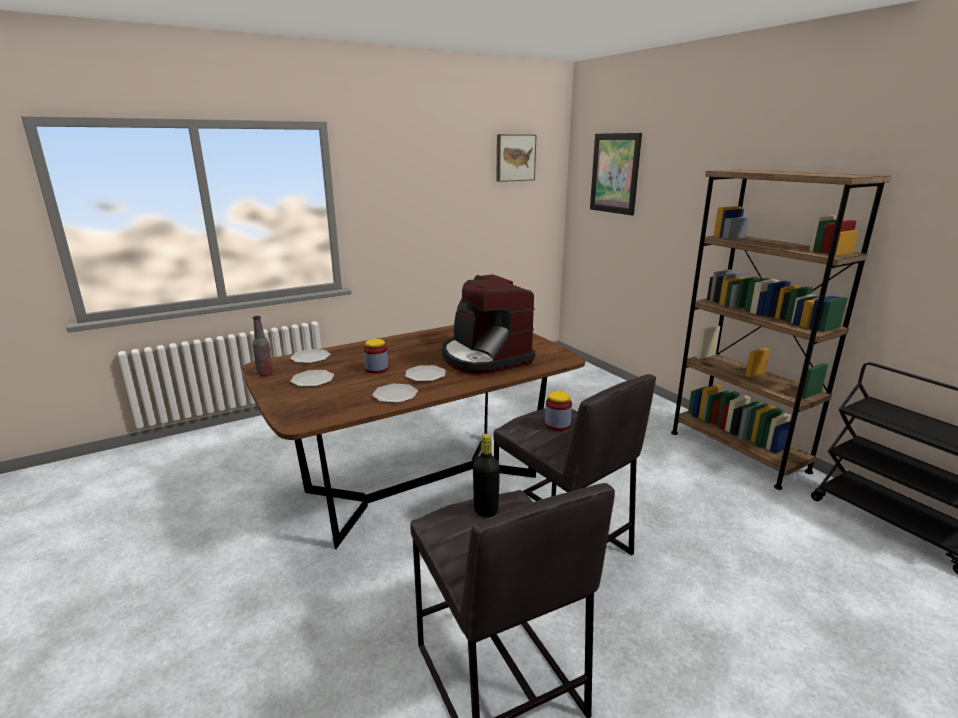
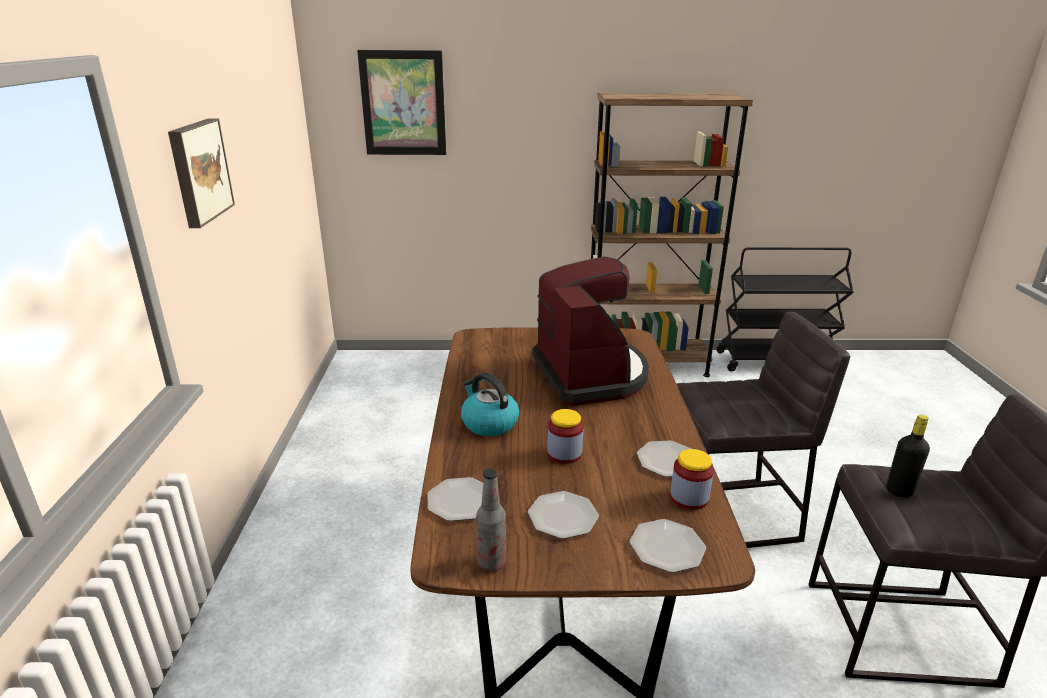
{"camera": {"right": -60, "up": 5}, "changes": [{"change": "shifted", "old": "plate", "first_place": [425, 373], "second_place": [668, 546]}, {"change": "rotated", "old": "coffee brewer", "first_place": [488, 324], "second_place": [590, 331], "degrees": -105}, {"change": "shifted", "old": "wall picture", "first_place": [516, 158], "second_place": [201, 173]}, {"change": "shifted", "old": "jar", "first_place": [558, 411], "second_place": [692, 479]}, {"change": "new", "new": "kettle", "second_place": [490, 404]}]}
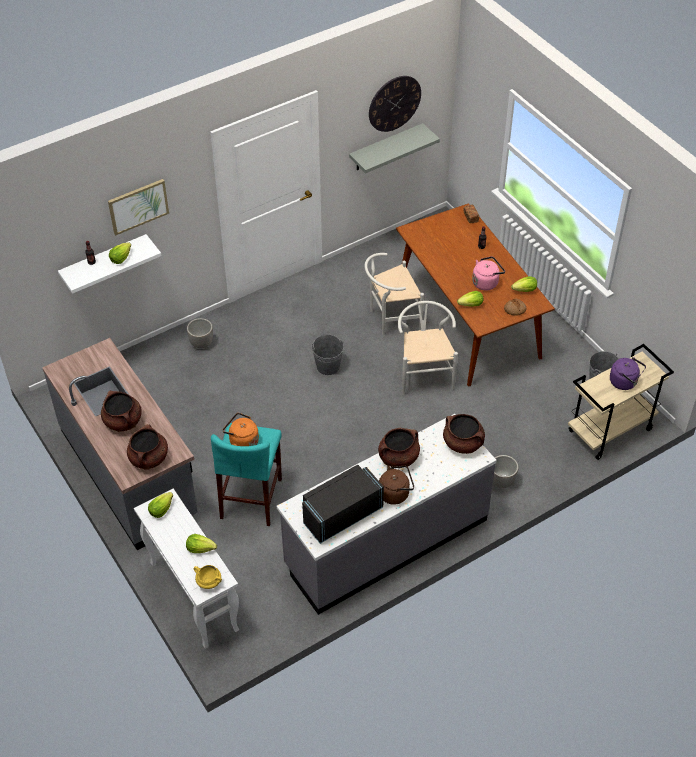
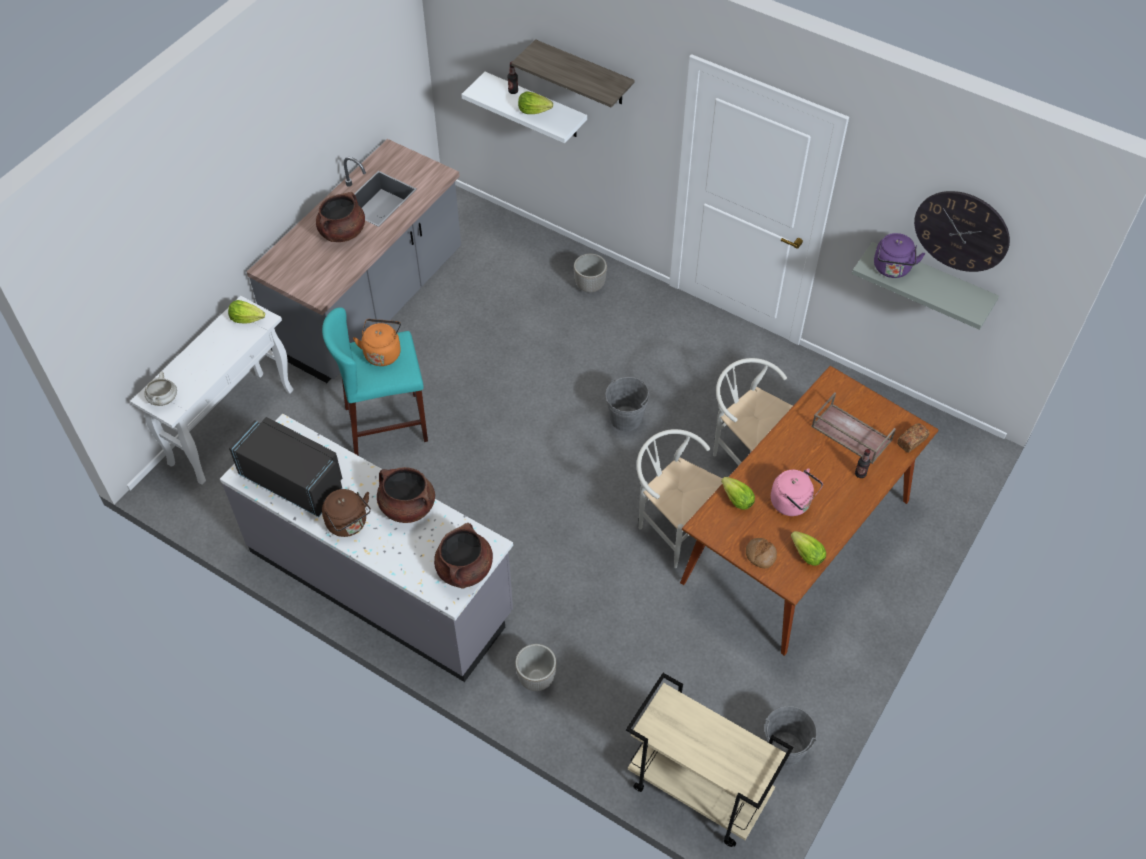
{"camera": {"right": 65, "up": 5}, "changes": [{"change": "swapped", "old": "wall picture", "new": "bracket shelf", "first_place": [138, 207], "second_place": [573, 73]}, {"change": "gone", "old": "stockpot/brownish", "first_place": [147, 446]}, {"change": "gone", "old": "head of lettuce", "first_place": [201, 543]}, {"change": "repainted", "old": "stockpot/yellow-coloured", "new": "stockpot/whitish", "first_place": [207, 577], "second_place": [161, 389]}, {"change": "rotated", "old": "plain chair/whitish", "first_place": [428, 348], "second_place": [679, 498], "degrees": -105}, {"change": "shifted", "old": "kettle/purple", "first_place": [628, 373], "second_place": [899, 255]}, {"change": "new", "new": "tray/brownish", "second_place": [853, 428]}]}
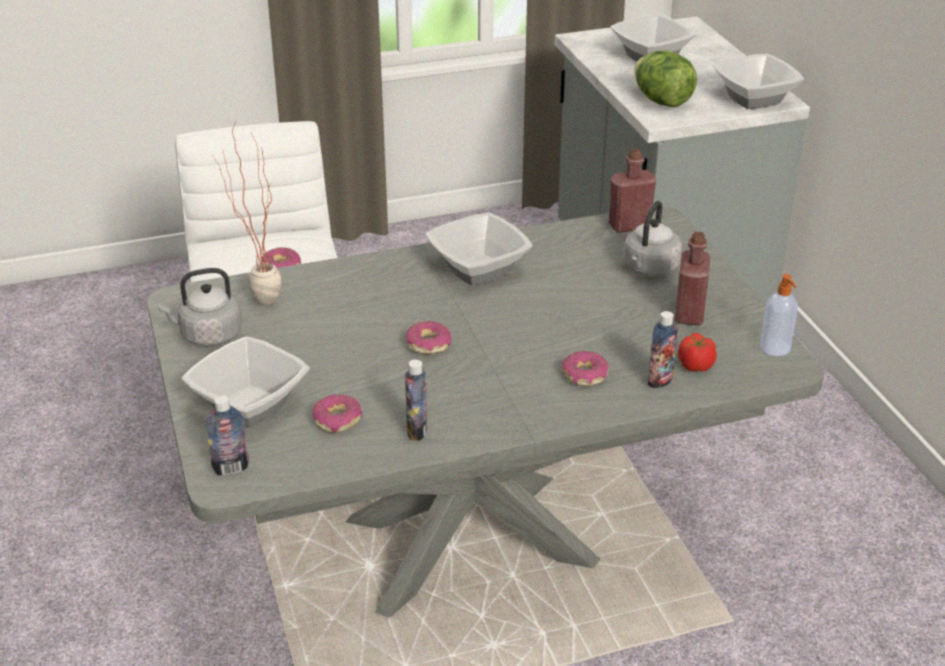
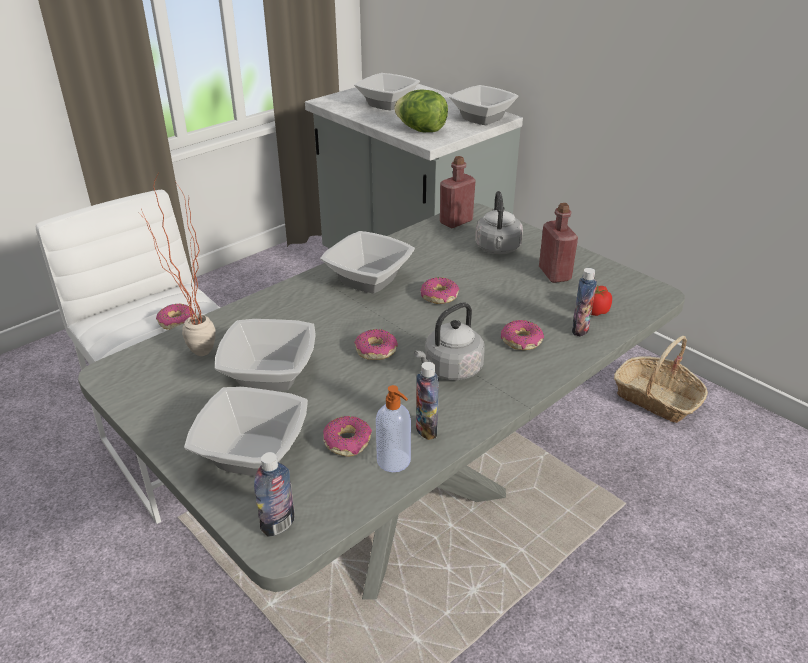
{"camera": {"right": -25, "up": 0}, "changes": [{"change": "shifted", "old": "kettle/grey", "first_place": [200, 307], "second_place": [449, 341]}, {"change": "shifted", "old": "soap bottle", "first_place": [779, 315], "second_place": [393, 428]}, {"change": "new", "new": "serving bowl", "second_place": [265, 355]}, {"change": "new", "new": "doughnut", "second_place": [440, 290]}, {"change": "new", "new": "basket", "second_place": [661, 379]}]}
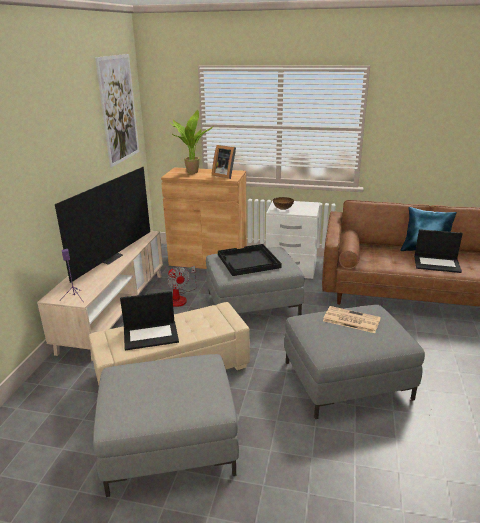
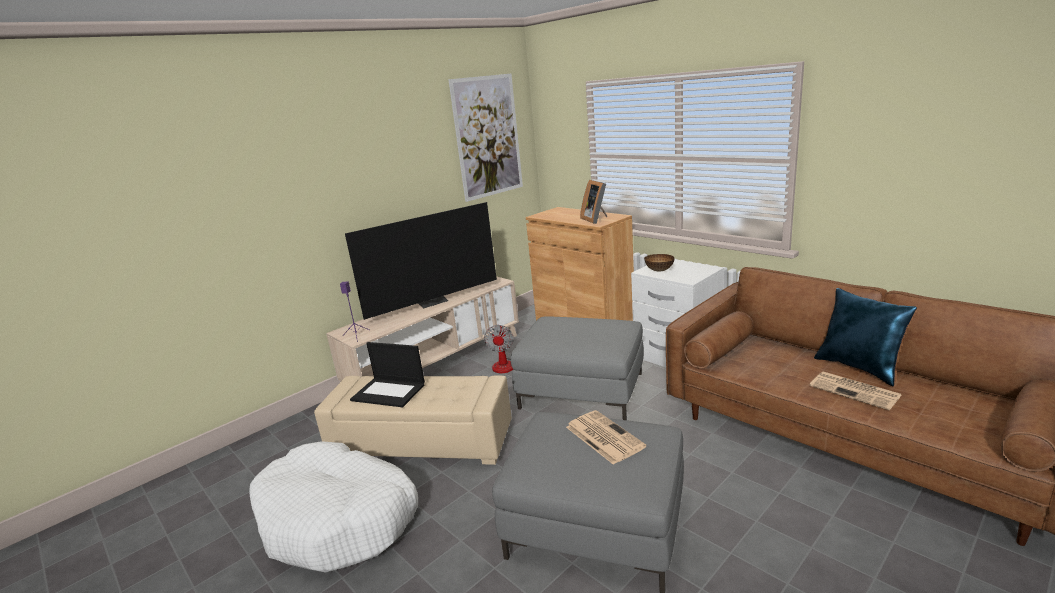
{"camera": {"right": 35, "up": -5}, "changes": [{"change": "swapped", "old": "ottoman/grey", "new": "dog bed/whitish", "first_place": [166, 425], "second_place": [333, 506]}, {"change": "gone", "old": "potted plant", "first_place": [192, 142]}, {"change": "gone", "old": "tray/blackish", "first_place": [250, 260]}, {"change": "swapped", "old": "notebook computer", "new": "newspaper", "first_place": [438, 251], "second_place": [855, 391]}]}
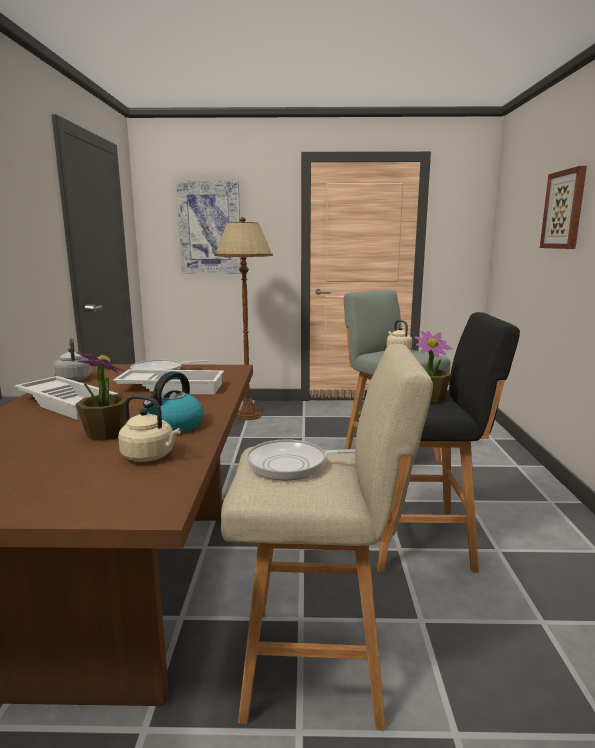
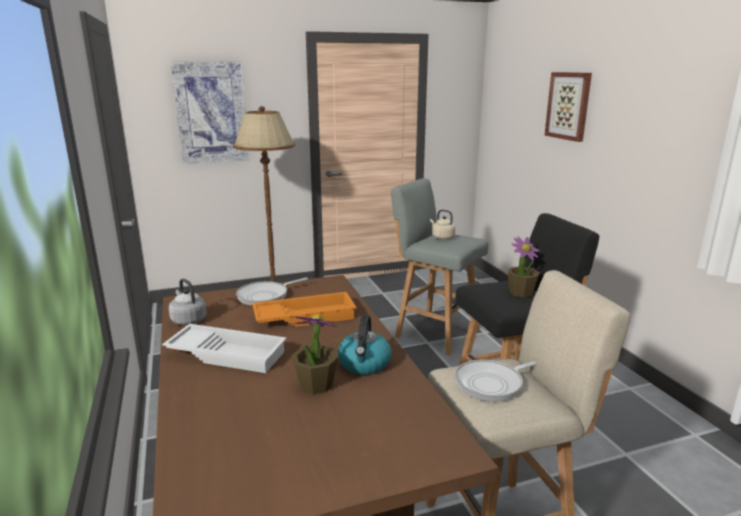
{"camera": {"right": -20, "up": 5}, "changes": [{"change": "repainted", "old": "tray/whitish", "new": "tray/orange", "first_place": [168, 381], "second_place": [304, 309]}, {"change": "gone", "old": "kettle/sand-coloured", "first_place": [149, 428]}]}
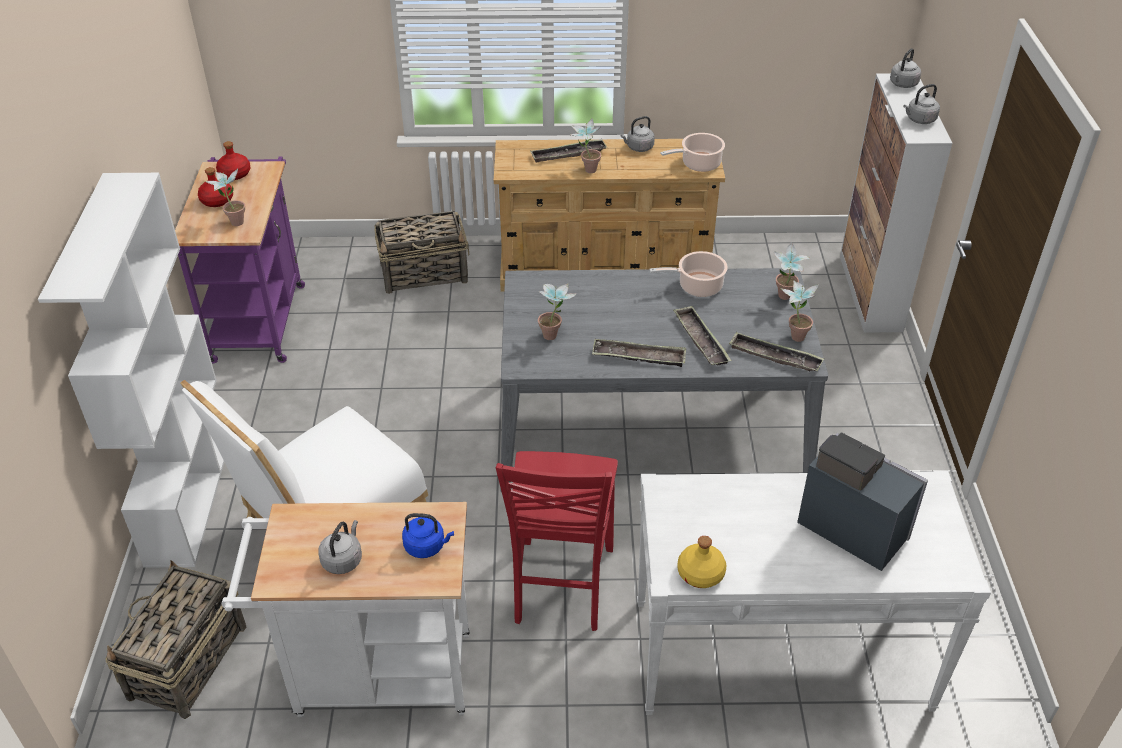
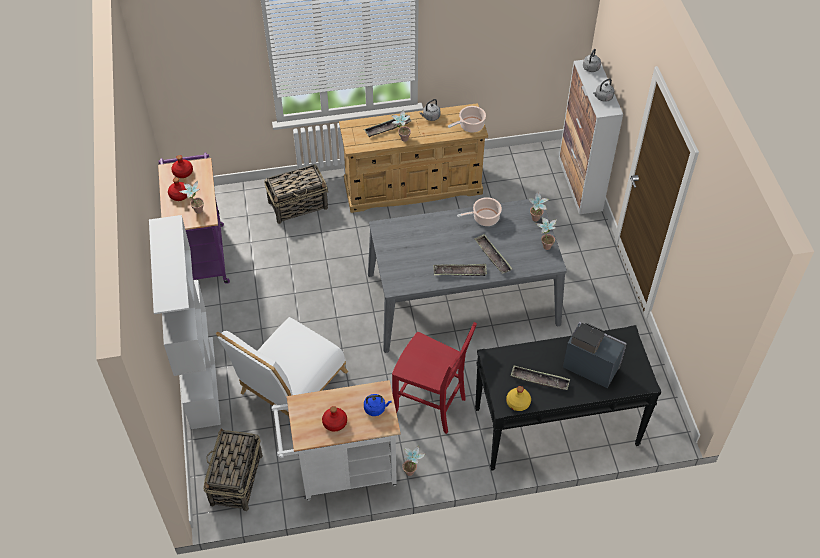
{"camera": {"right": -10, "up": 10}, "changes": [{"change": "swapped", "old": "kettle/grey", "new": "bottle/red", "first_place": [340, 547], "second_place": [334, 418]}, {"change": "rotated", "old": "plain chair/red", "first_place": [557, 541], "second_place": [434, 378], "degrees": -60}, {"change": "shifted", "old": "potted plant", "first_place": [557, 312], "second_place": [414, 460]}, {"change": "repainted", "old": "console table/whitish", "new": "console table/blackish", "first_place": [814, 593], "second_place": [568, 398]}, {"change": "shifted", "old": "tray", "first_place": [776, 351], "second_place": [540, 377]}]}
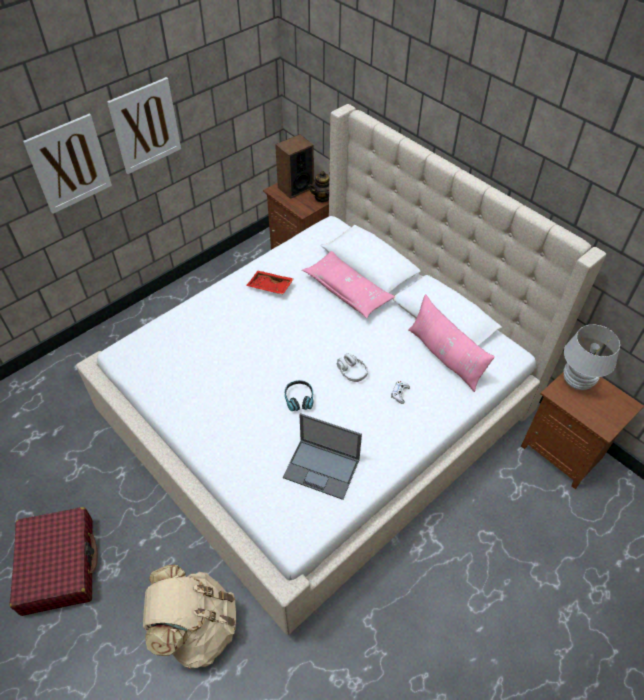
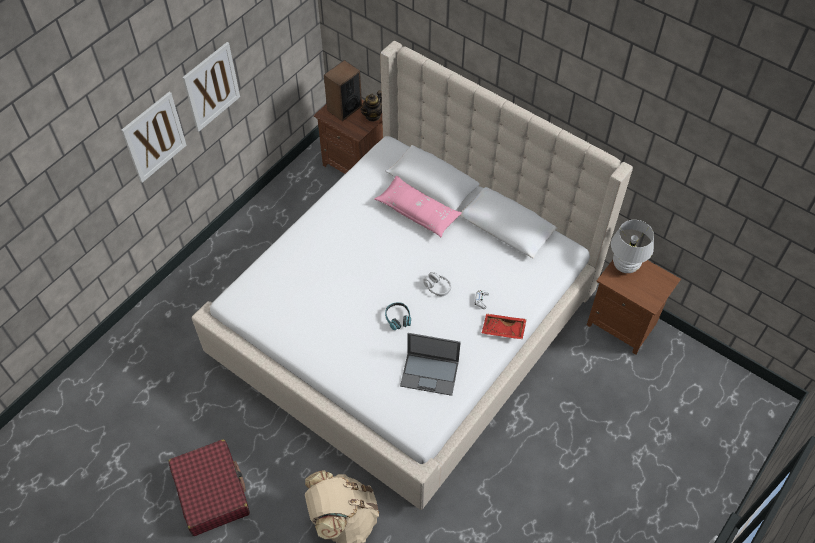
{"camera": {"right": -10, "up": 5}, "changes": [{"change": "shifted", "old": "tray/red", "first_place": [270, 282], "second_place": [504, 326]}, {"change": "gone", "old": "pillow/pink", "first_place": [451, 343]}]}
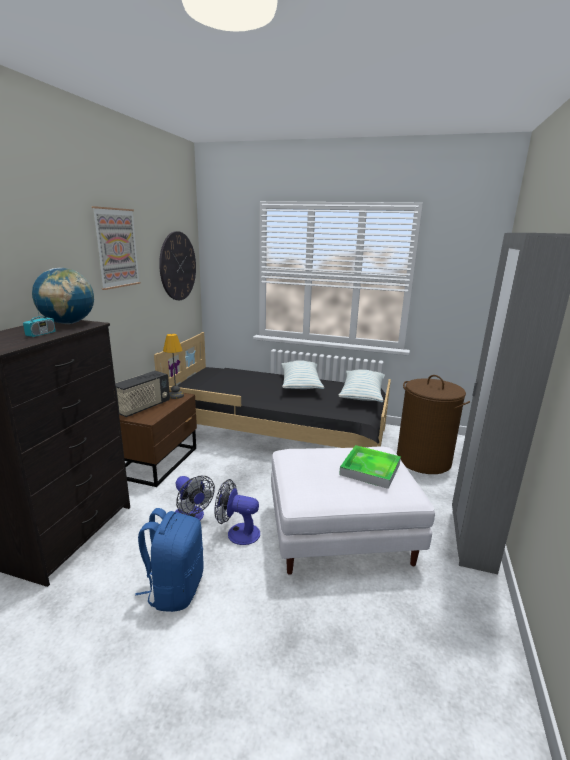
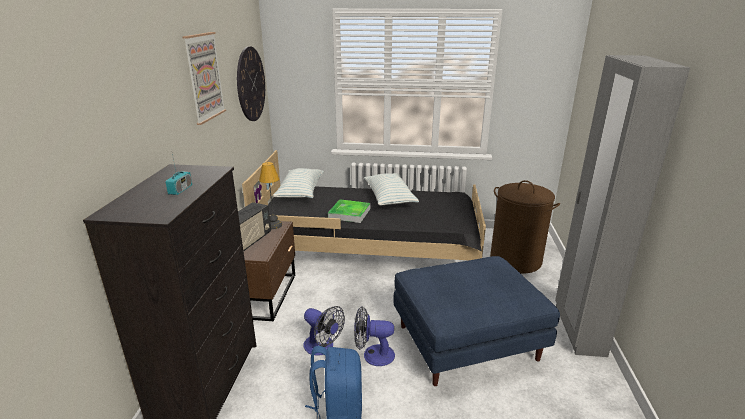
{"camera": {"right": -10, "up": 5}, "changes": [{"change": "gone", "old": "globe", "first_place": [63, 296]}, {"change": "repainted", "old": "ottoman/whitish", "new": "ottoman/bluish", "first_place": [353, 510], "second_place": [477, 321]}, {"change": "shifted", "old": "pillow", "first_place": [361, 385], "second_place": [298, 183]}, {"change": "shifted", "old": "tray", "first_place": [370, 467], "second_place": [349, 211]}]}
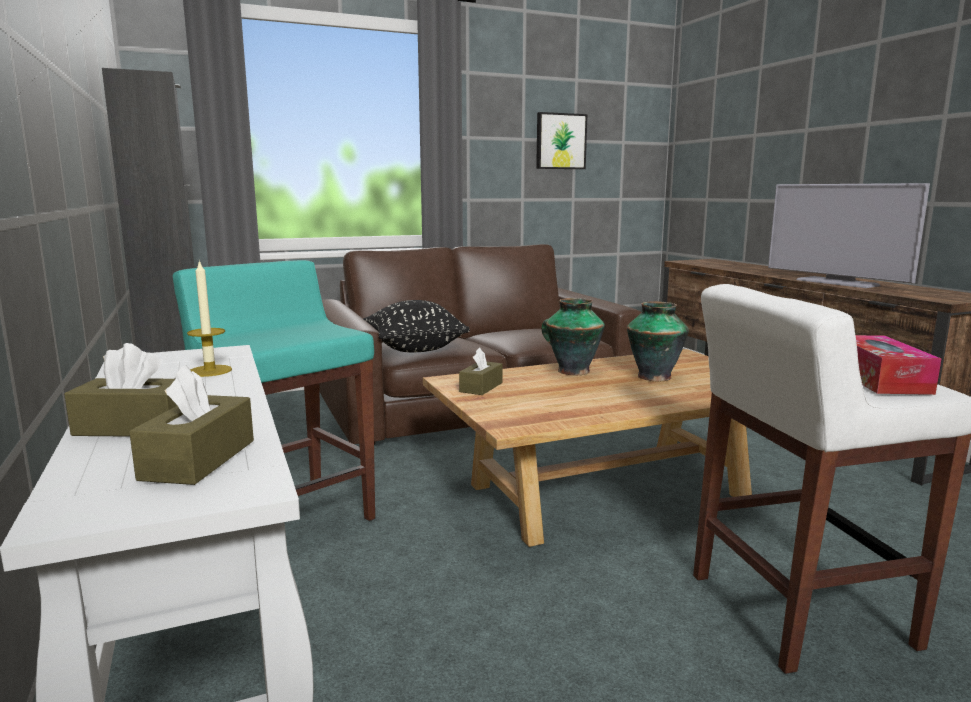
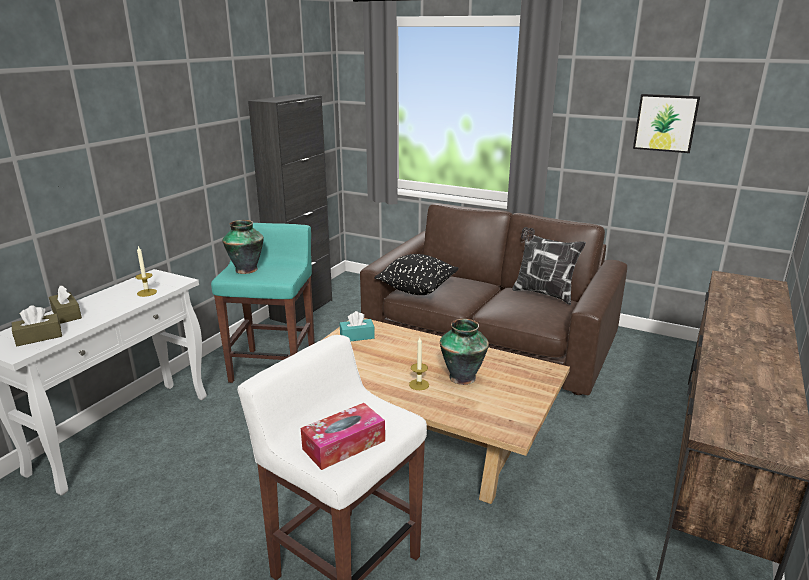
{"camera": {"right": 50, "up": 10}, "changes": [{"change": "repainted", "old": "box of tissues/brownish", "new": "box of tissues/turquoise-coloured", "first_place": [481, 371], "second_place": [357, 326]}, {"change": "shifted", "old": "vase", "first_place": [573, 336], "second_place": [243, 247]}, {"change": "gone", "old": "television", "first_place": [849, 235]}, {"change": "new", "new": "wax candle", "second_place": [419, 363]}, {"change": "new", "new": "pillow", "second_place": [549, 266]}]}
